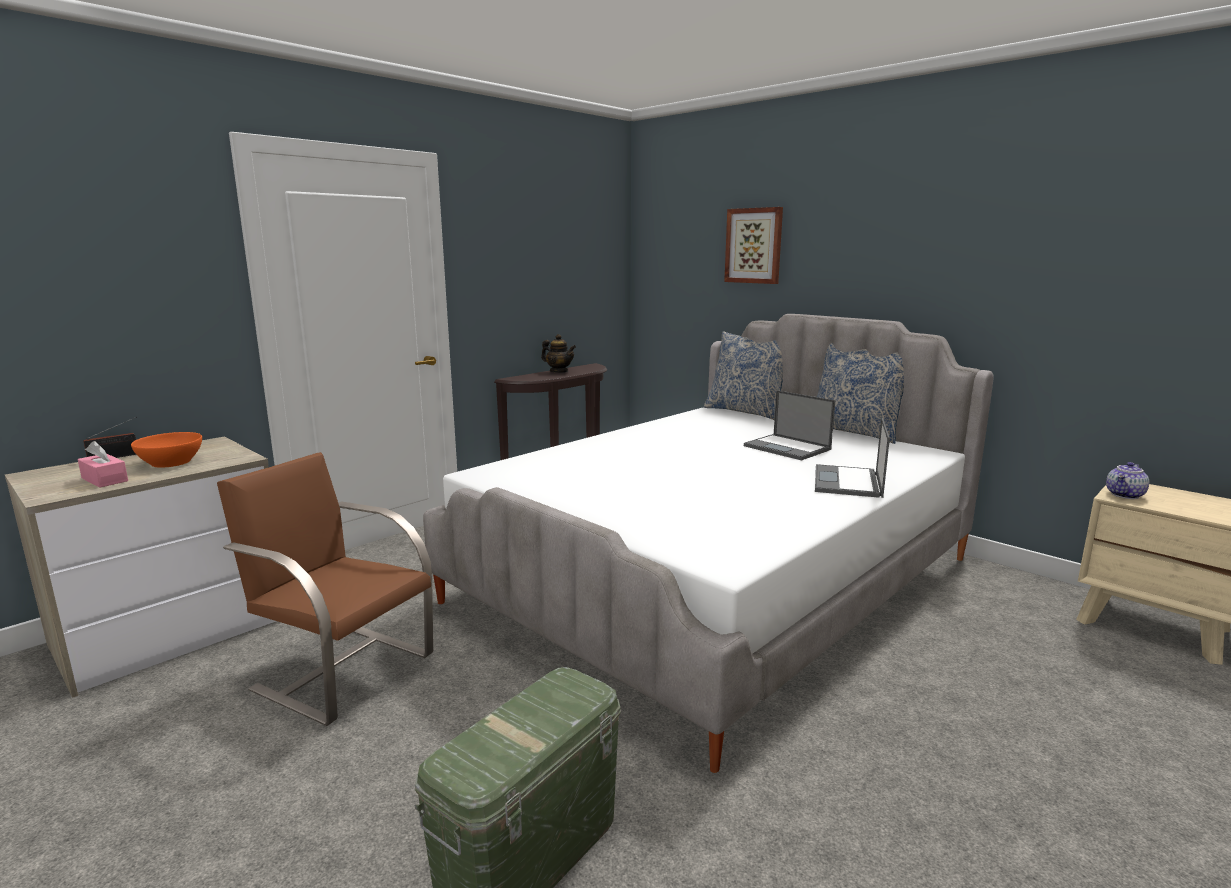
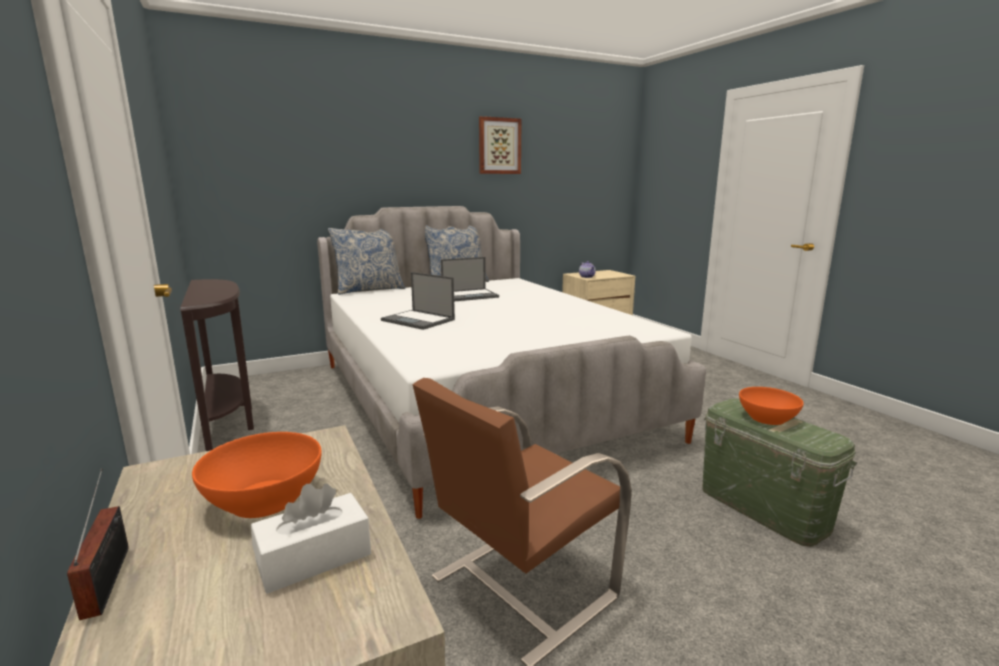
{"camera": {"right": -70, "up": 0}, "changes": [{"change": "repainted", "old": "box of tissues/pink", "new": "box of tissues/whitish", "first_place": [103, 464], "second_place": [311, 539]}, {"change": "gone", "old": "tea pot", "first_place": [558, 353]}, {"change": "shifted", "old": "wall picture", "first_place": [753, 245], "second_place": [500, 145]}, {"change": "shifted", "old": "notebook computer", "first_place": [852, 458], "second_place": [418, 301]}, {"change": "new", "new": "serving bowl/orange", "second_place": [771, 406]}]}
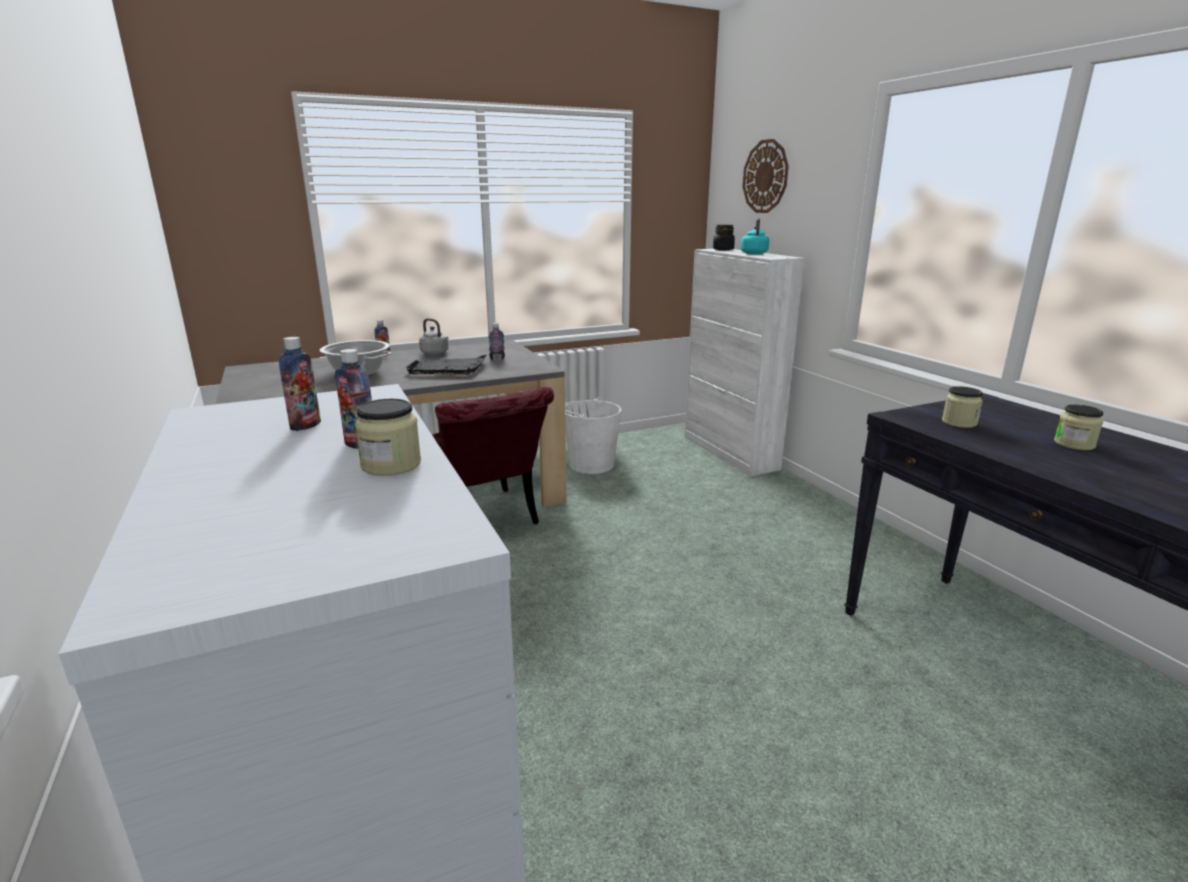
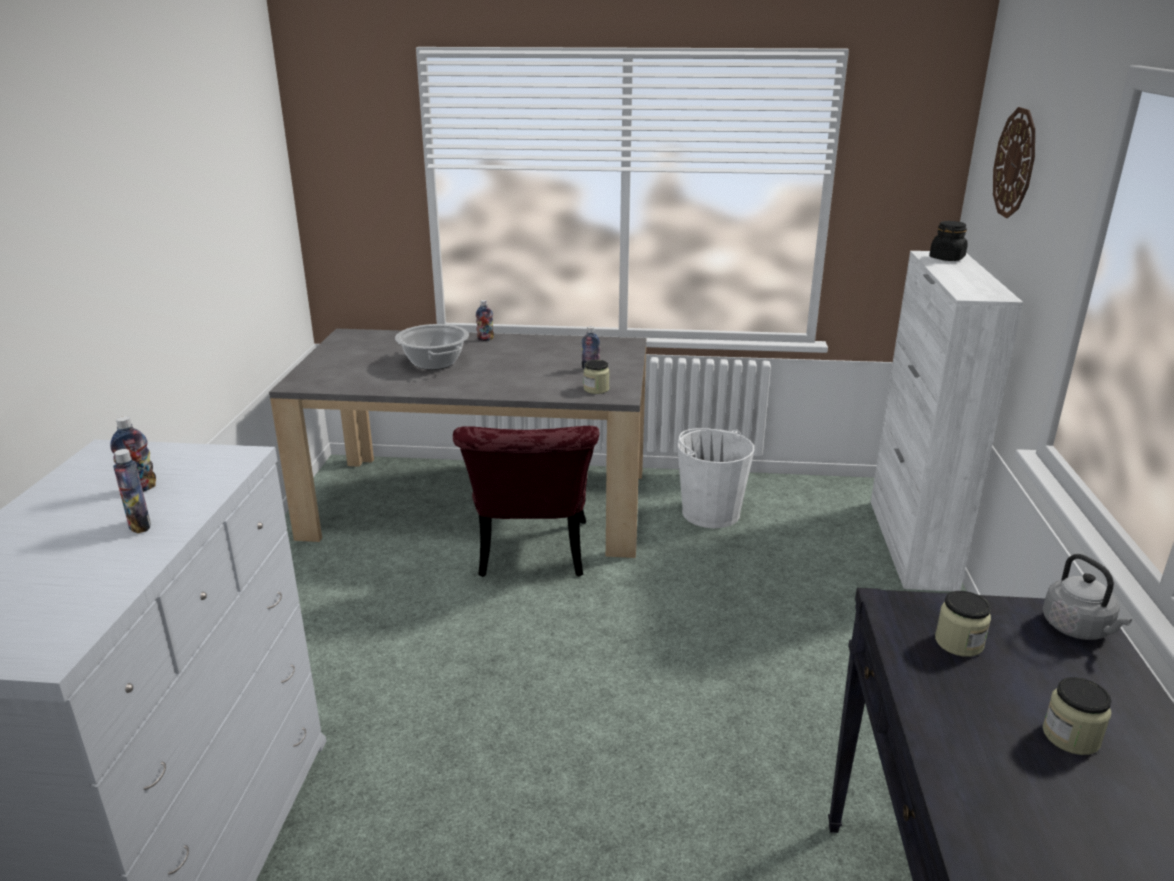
{"camera": {"right": 30, "up": 5}, "changes": [{"change": "shifted", "old": "jar", "first_place": [388, 437], "second_place": [597, 377]}, {"change": "gone", "old": "tray/blackish", "first_place": [446, 364]}, {"change": "shifted", "old": "kettle/grey", "first_place": [434, 336], "second_place": [1087, 597]}, {"change": "gone", "old": "kettle/turquoise-coloured", "first_place": [755, 236]}]}
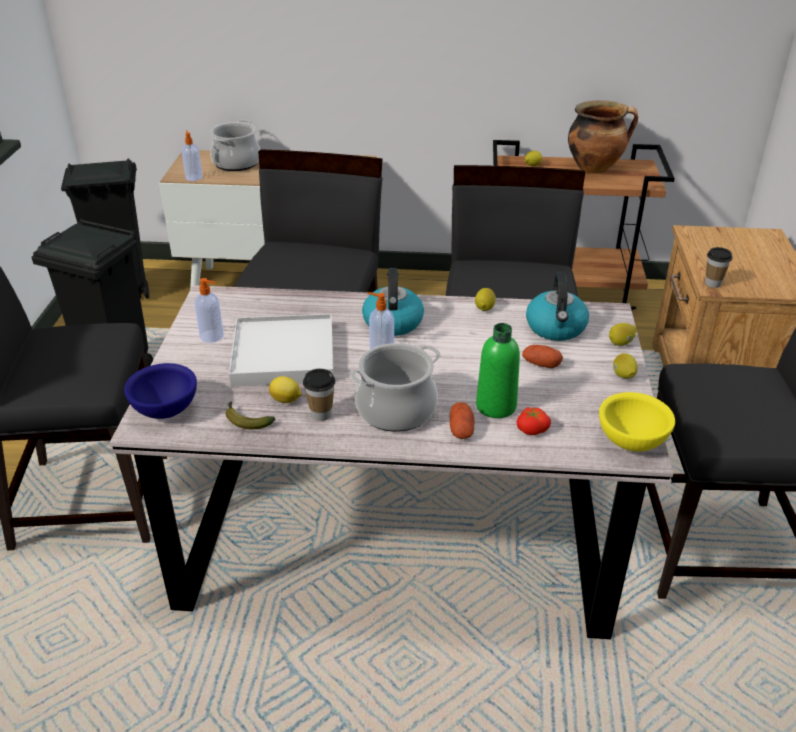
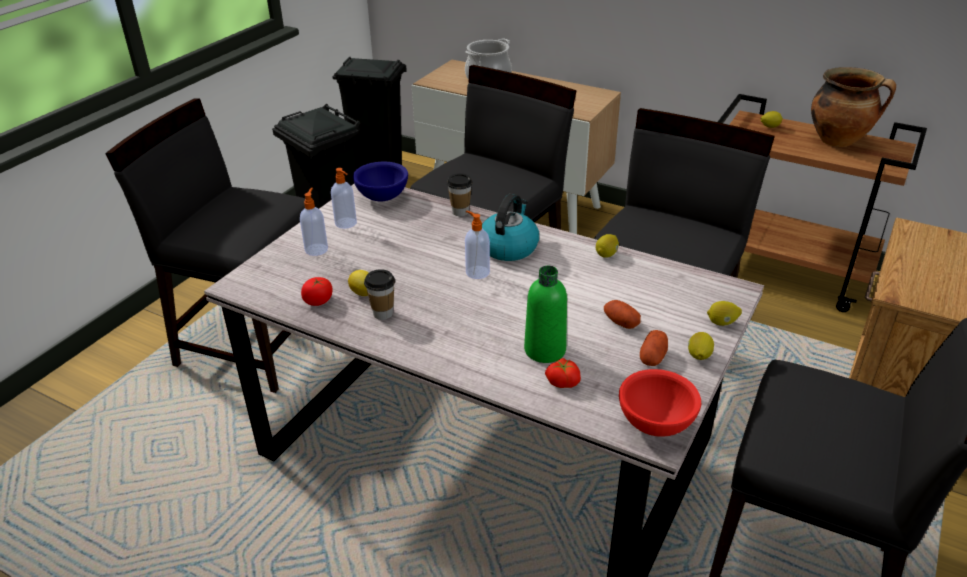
{"camera": {"right": 25, "up": 0}, "changes": [{"change": "shifted", "old": "serving bowl/bluish", "first_place": [160, 391], "second_place": [380, 181]}, {"change": "shifted", "old": "soap bottle", "first_place": [192, 155], "second_place": [314, 222]}, {"change": "swapped", "old": "banana", "new": "fresh tomato", "first_place": [250, 415], "second_place": [316, 291]}, {"change": "gone", "old": "tray/whitish", "first_place": [281, 350]}, {"change": "gone", "old": "stockpot", "first_place": [395, 387]}, {"change": "shifted", "old": "whole potato", "first_place": [462, 420], "second_place": [654, 348]}, {"change": "gone", "old": "kettle", "first_place": [557, 306]}, {"change": "repainted", "old": "serving bowl/yellow-coloured", "new": "serving bowl/red", "first_place": [637, 421], "second_place": [660, 403]}, {"change": "shifted", "old": "cup", "first_place": [718, 267], "second_place": [460, 194]}]}
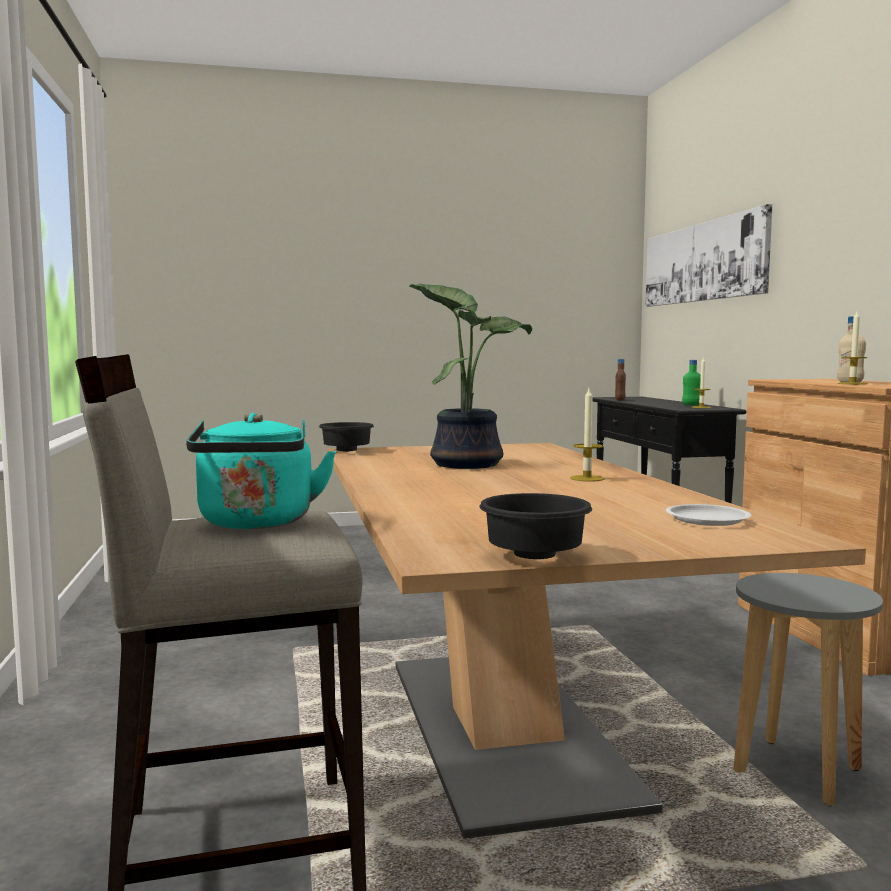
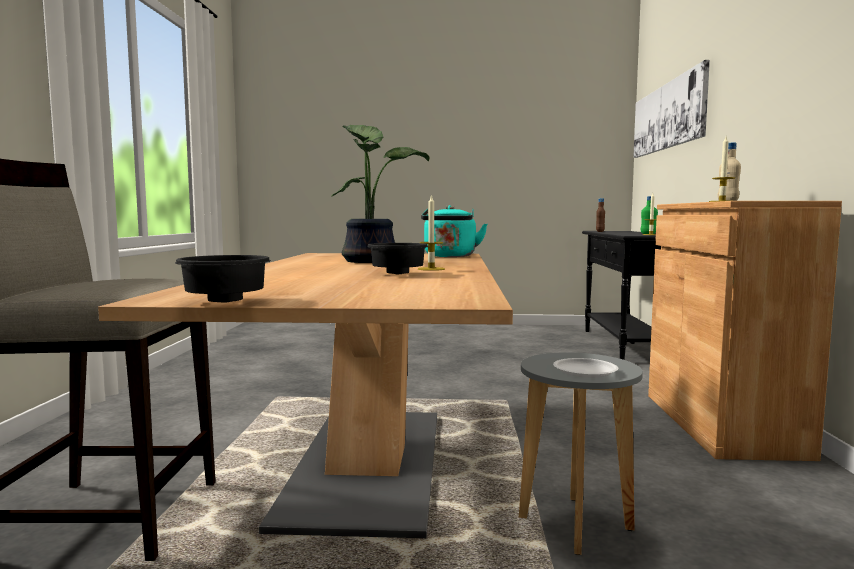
{"camera": {"right": 15, "up": 0}, "changes": [{"change": "shifted", "old": "kettle/turquoise-coloured", "first_place": [261, 471], "second_place": [454, 231]}, {"change": "shifted", "old": "serving bowl/blackish", "first_place": [346, 437], "second_place": [397, 258]}, {"change": "shifted", "old": "plate/whitish", "first_place": [708, 515], "second_place": [585, 368]}]}
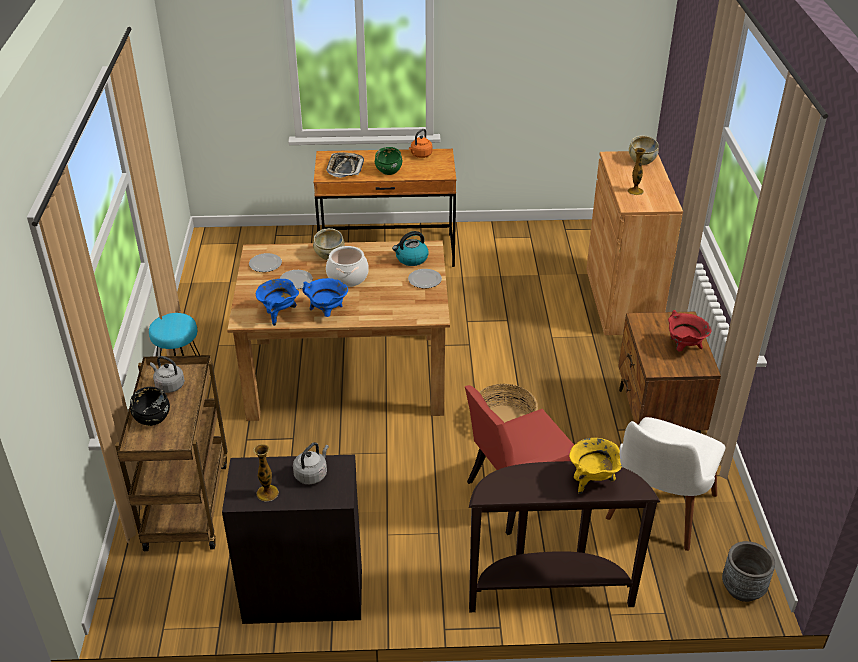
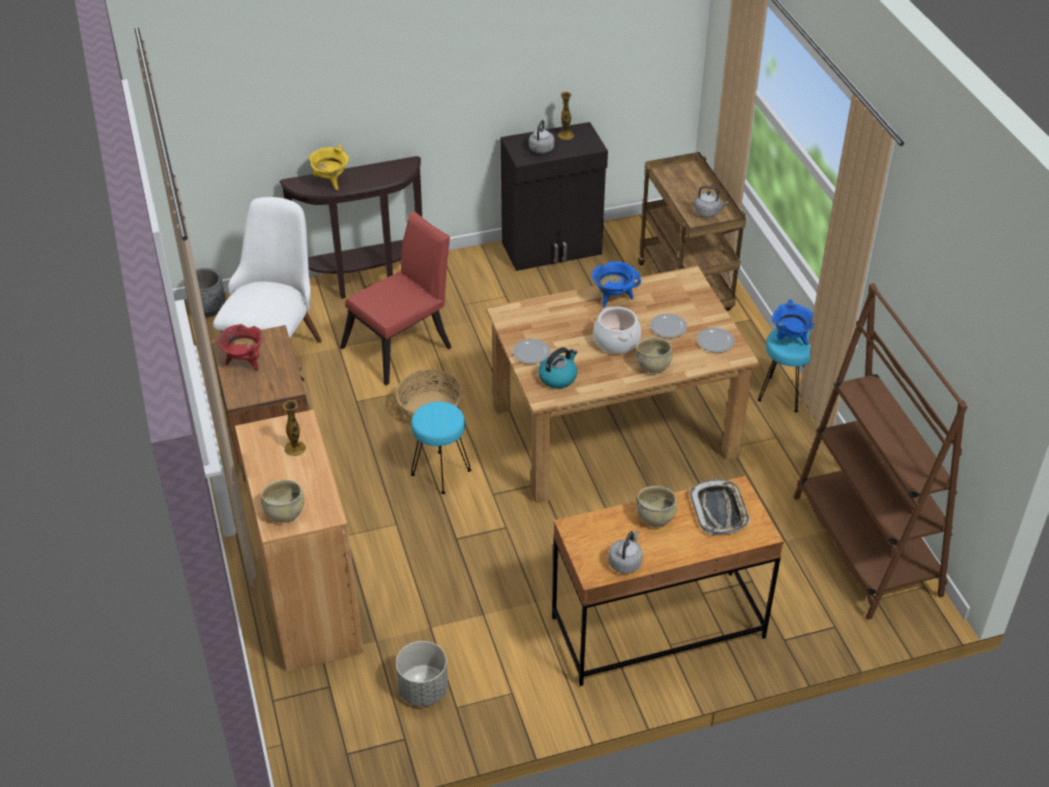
{"camera": {"right": 165, "up": 5}, "changes": [{"change": "gone", "old": "serving bowl/blackish", "first_place": [150, 406]}, {"change": "shifted", "old": "stockpot/bluish", "first_place": [277, 302], "second_place": [793, 322]}, {"change": "repainted", "old": "serving bowl/greenish", "new": "serving bowl/sand-coloured", "first_place": [388, 161], "second_place": [656, 506]}, {"change": "repainted", "old": "kettle/orange", "new": "kettle/grey", "first_place": [421, 143], "second_place": [625, 552]}, {"change": "new", "new": "plant pot/grey", "second_place": [422, 673]}, {"change": "new", "new": "sitting stool/turquoise-coloured", "second_place": [441, 448]}, {"change": "new", "new": "bookcase/brownish", "second_place": [881, 451]}]}
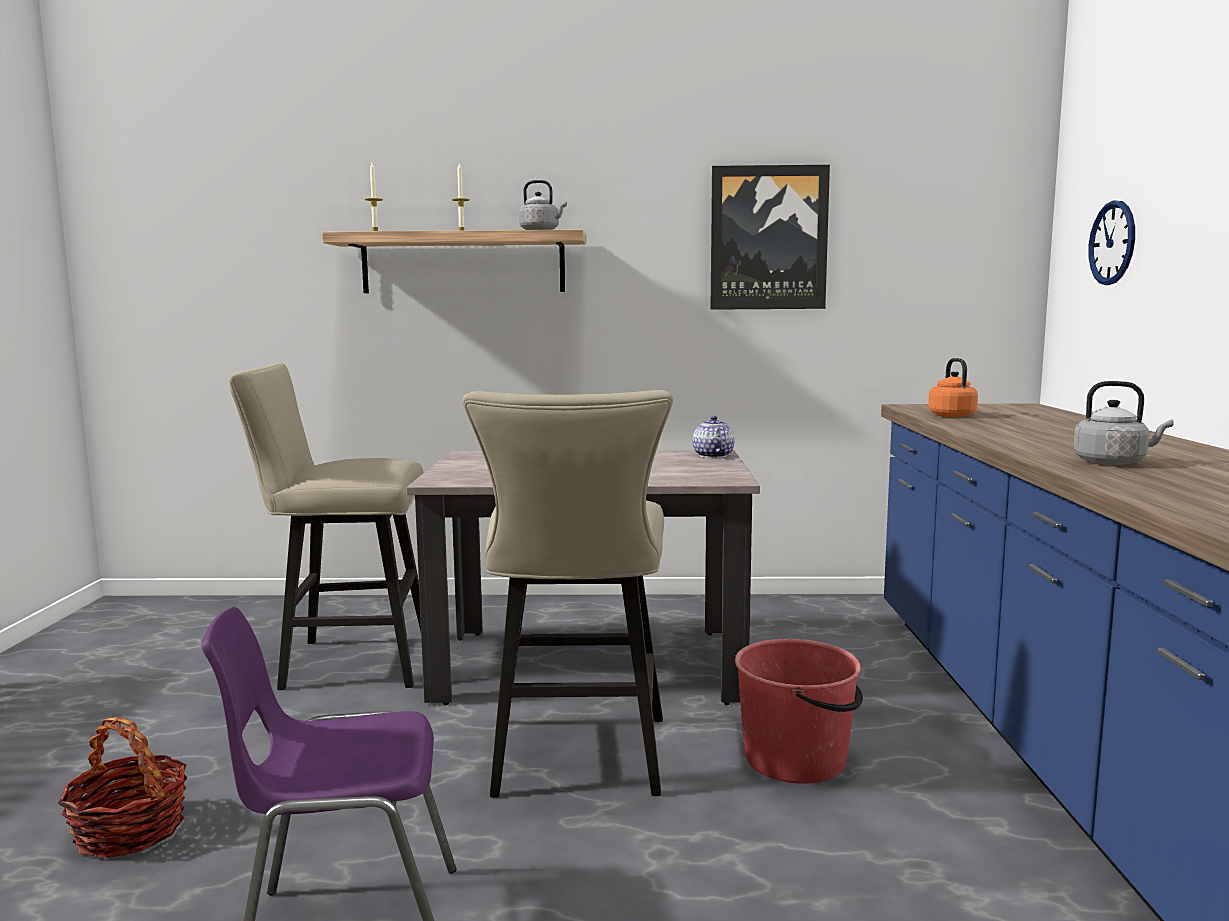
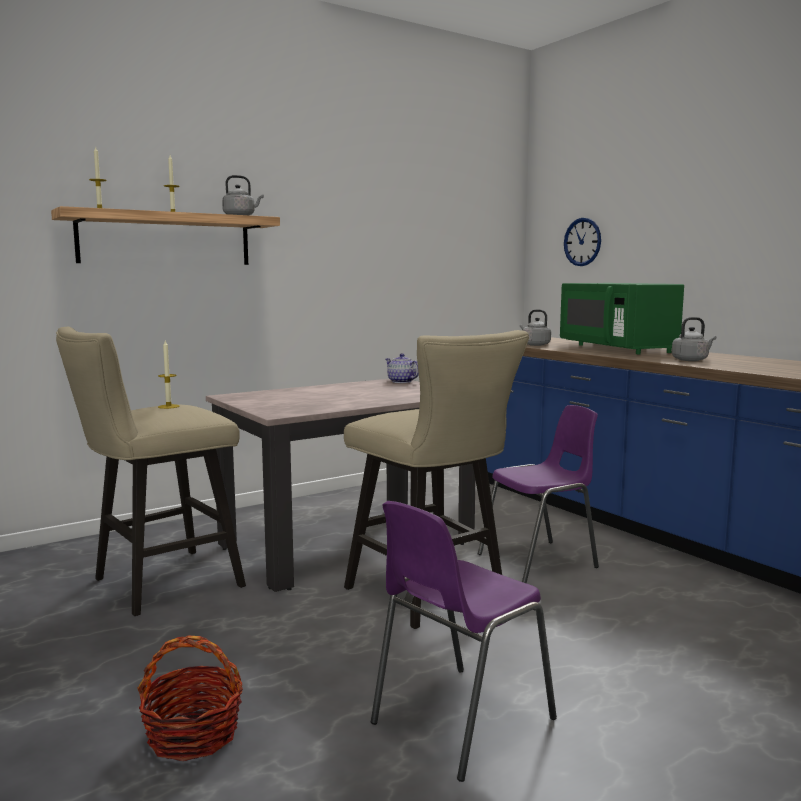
{"camera": {"right": -35, "up": 0}, "changes": [{"change": "gone", "old": "wall picture", "first_place": [770, 237]}, {"change": "swapped", "old": "bucket/red", "new": "plain chair/purple", "first_place": [799, 711], "second_place": [538, 494]}, {"change": "repainted", "old": "kettle/orange", "new": "kettle/grey", "first_place": [953, 387], "second_place": [535, 328]}, {"change": "new", "new": "wax candle", "second_place": [169, 375]}, {"change": "new", "new": "kitchen microwave/greenish", "second_place": [622, 318]}]}
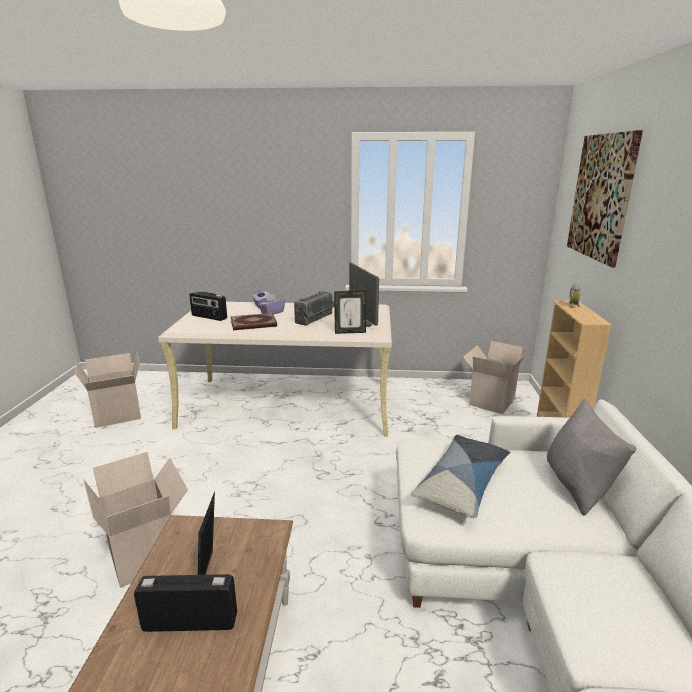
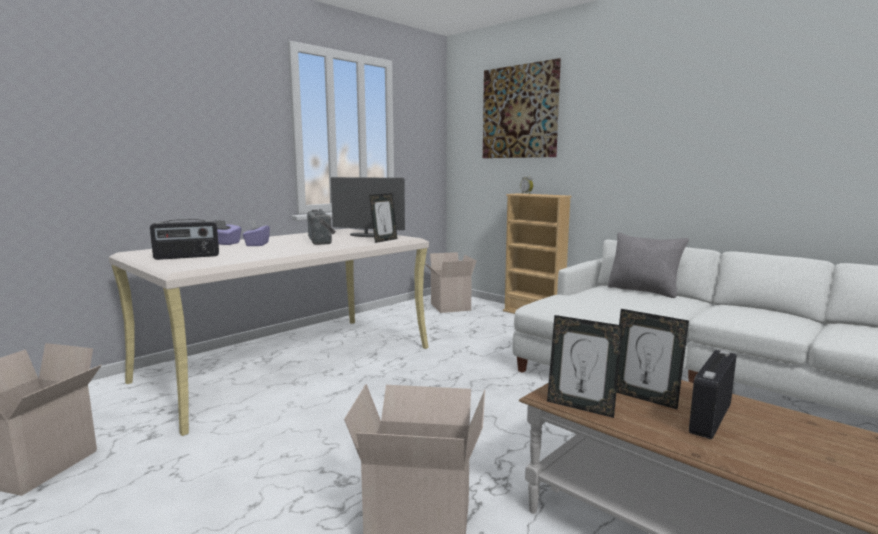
{"camera": {"right": -50, "up": -10}, "changes": [{"change": "gone", "old": "volume", "first_place": [254, 321]}, {"change": "gone", "old": "pillow", "first_place": [461, 476]}, {"change": "new", "new": "picture frame", "second_place": [585, 366]}]}
